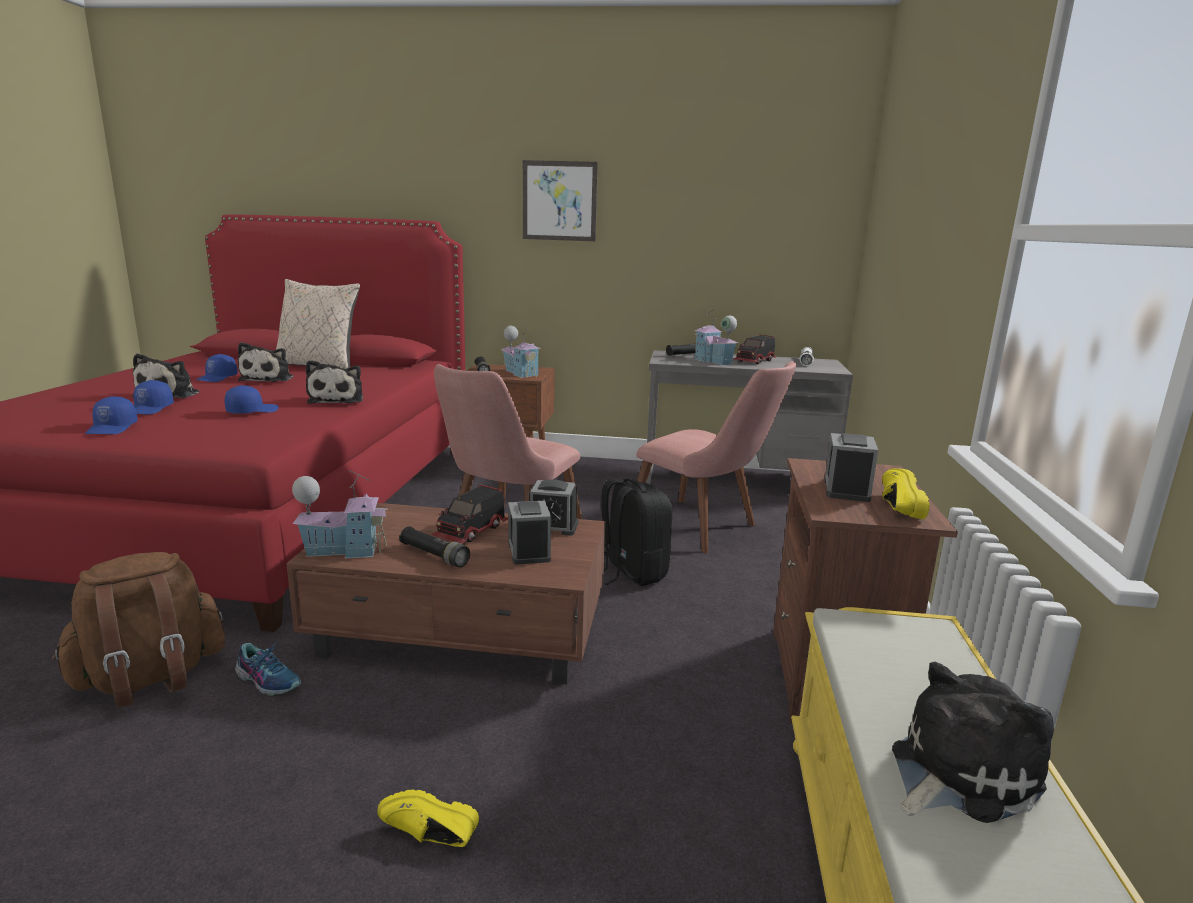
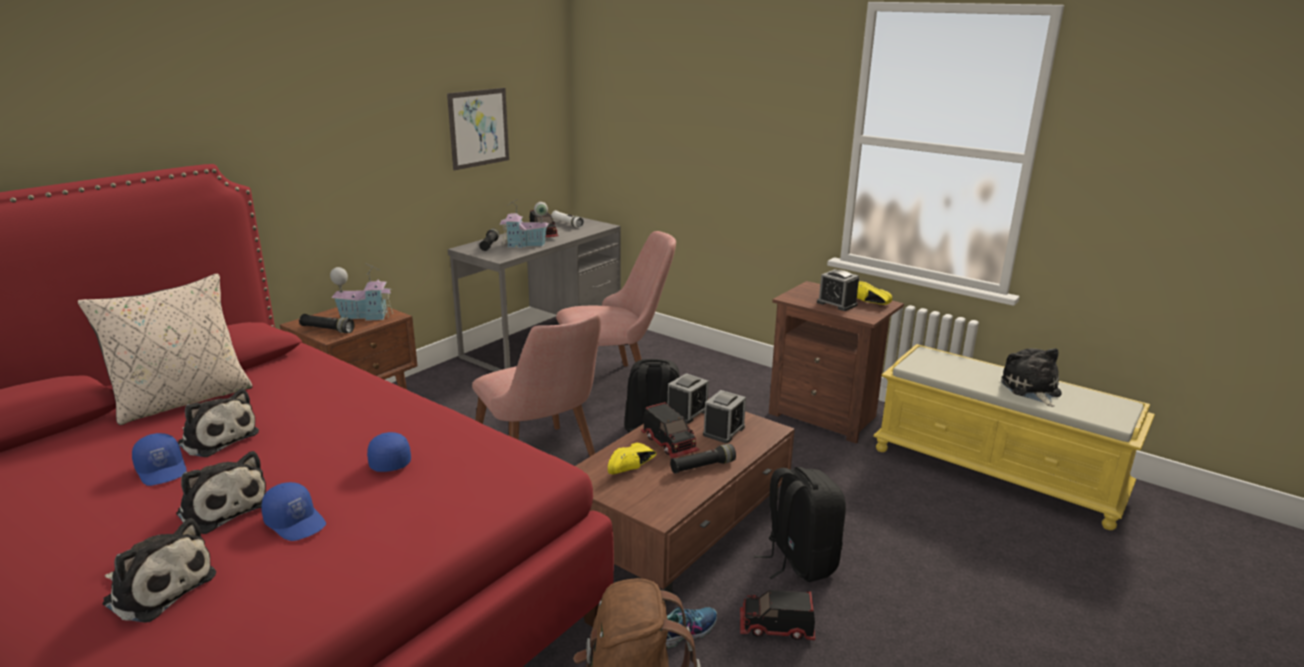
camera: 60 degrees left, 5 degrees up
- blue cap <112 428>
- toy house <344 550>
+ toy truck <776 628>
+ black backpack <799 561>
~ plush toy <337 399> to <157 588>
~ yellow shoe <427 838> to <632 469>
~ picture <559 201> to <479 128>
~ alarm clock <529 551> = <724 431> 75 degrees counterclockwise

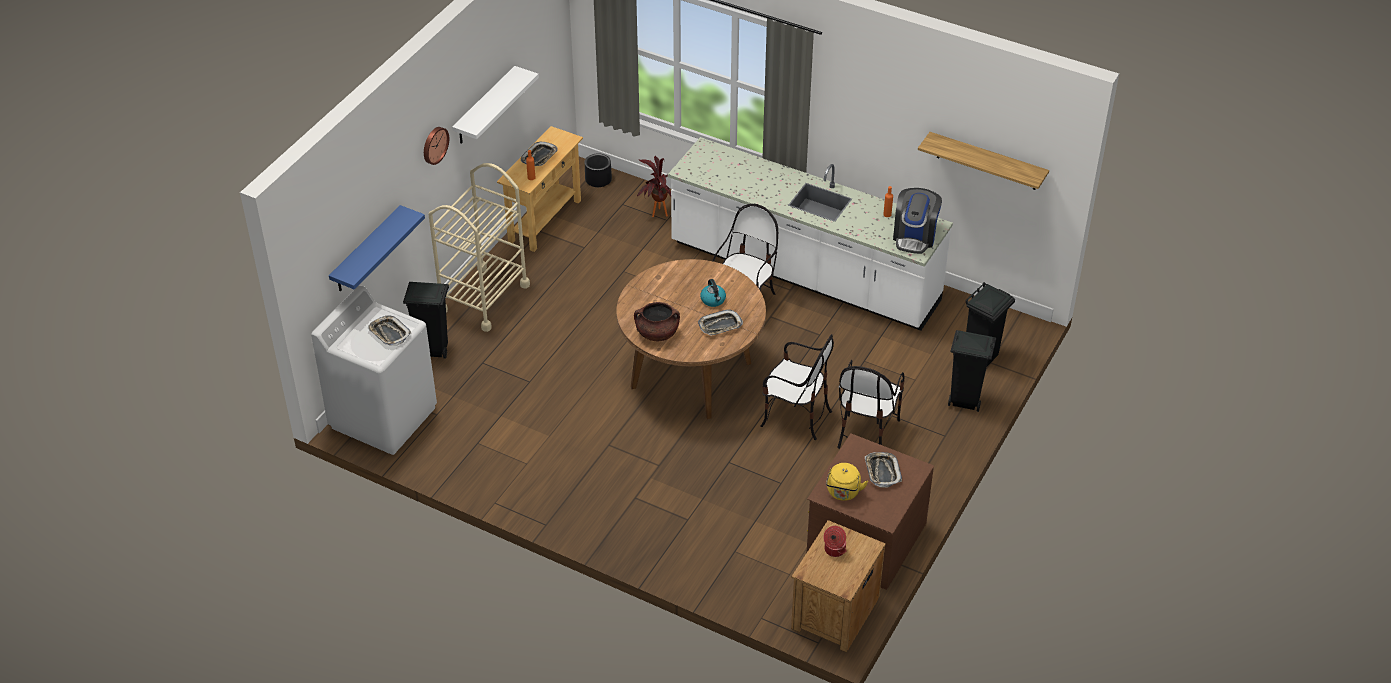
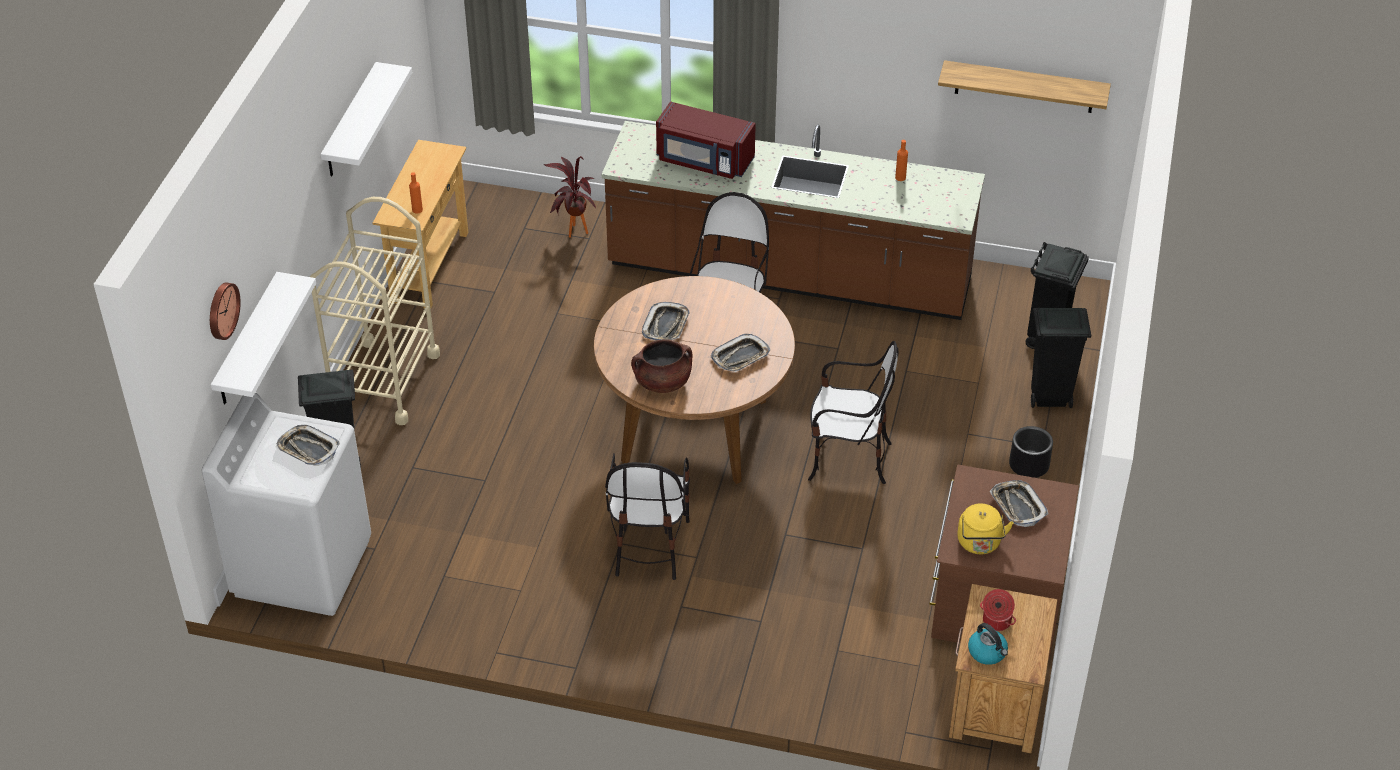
camera: 15 degrees left, 0 degrees up
- coffee machine <914 236>
+ red microwave <704 161>
~ wall clock <434 145> to <221 310>
~ tray <539 157> to <666 325>
~ black planter <598 180> to <1029 465>
~ kettle <713 300> to <987 652>
~ chair <866 432> to <648 546>
~ blue shelf <366 250> to white shelf <247 341>
~ white counter <804 274> to brown counter <789 276>

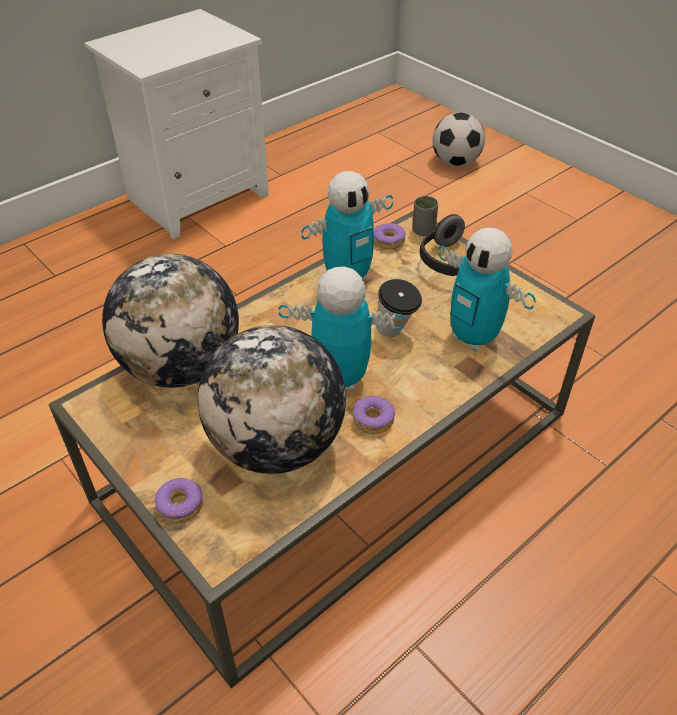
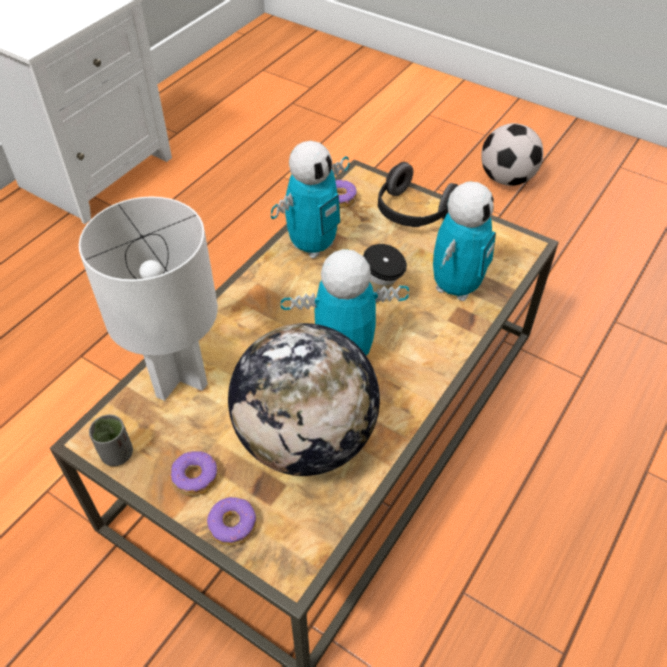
camera: 15 degrees left, 5 degrees up
~ donut <373 419> to <195 477>
~ grey cup <423 231> to <117 454>
~ football <455 162> to <506 179>
~ globe <182 367> to white table lamp <178 377>
~ toy robot <473 338> = <456 287> 90 degrees counterclockwise

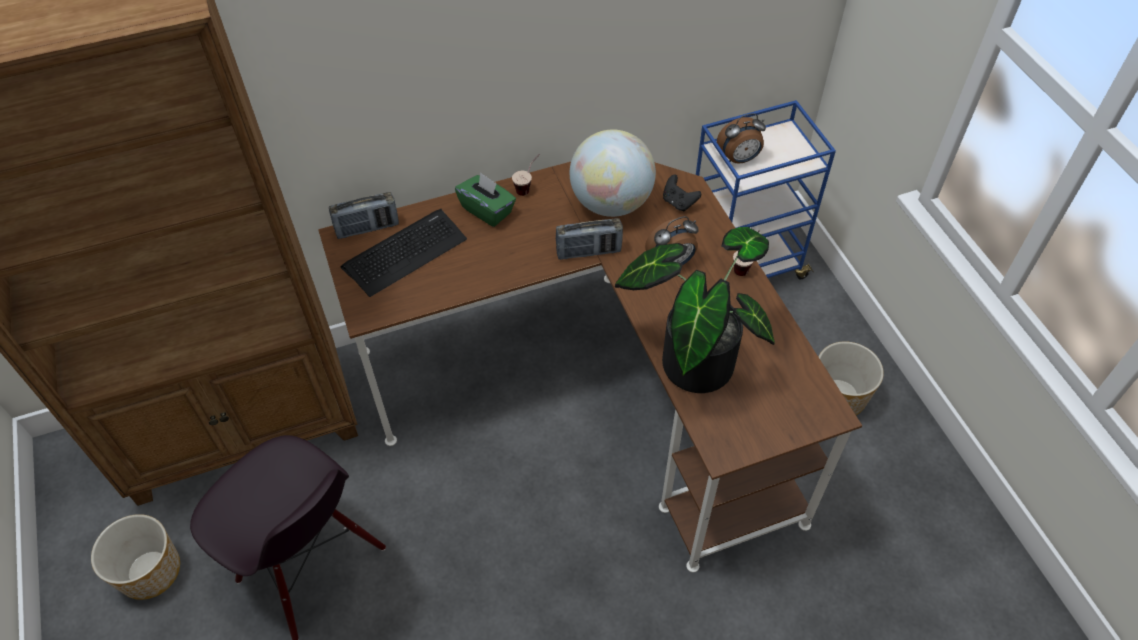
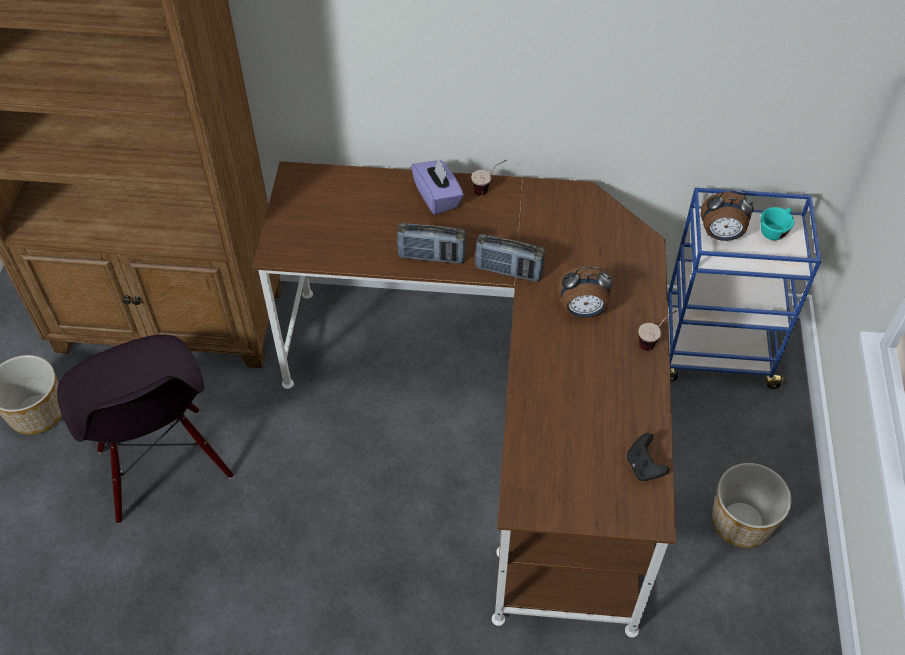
camera: 25 degrees right, 0 degrees up
- keyboard <405 252>
- globe <611 203>
- potted plant <692 357>
+ turquoise cup <774 230>
~ radio <367 228> to <431 256>
~ black game controller <678 202> to <644 467>
~ green tissue box <487 210> to purple tissue box <438 197>

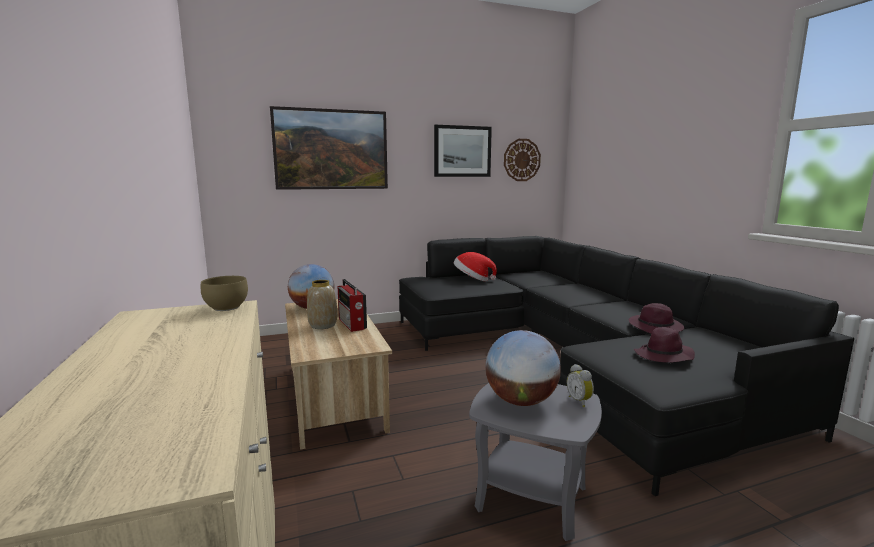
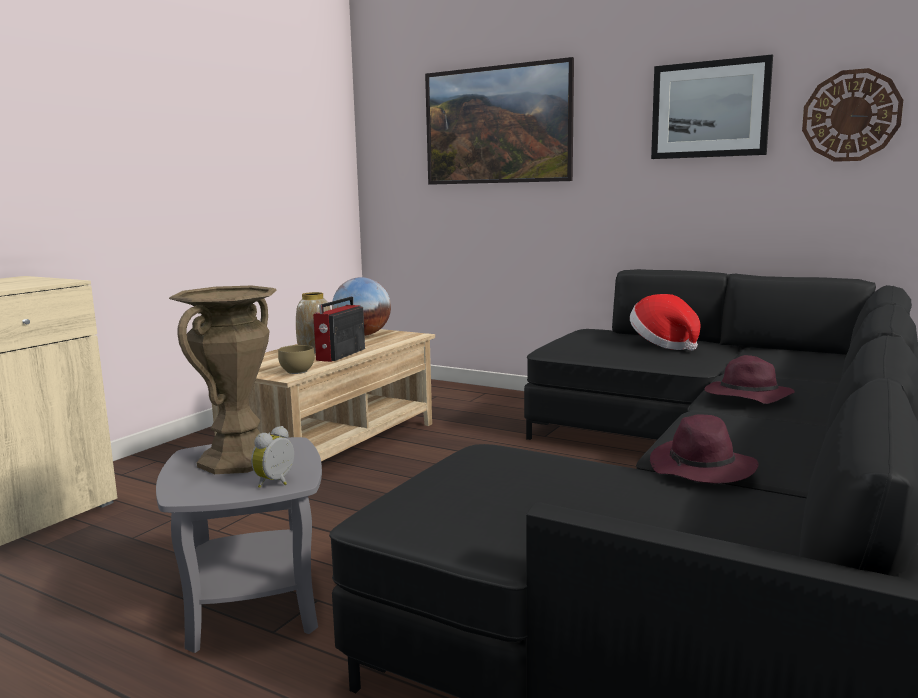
camera: 50 degrees right, 0 degrees up
~ brown bowl <228 308> to <297 372>
~ purple hat <663 356> to <746 397>
~ globe <521 401> to brown vase <239 459>

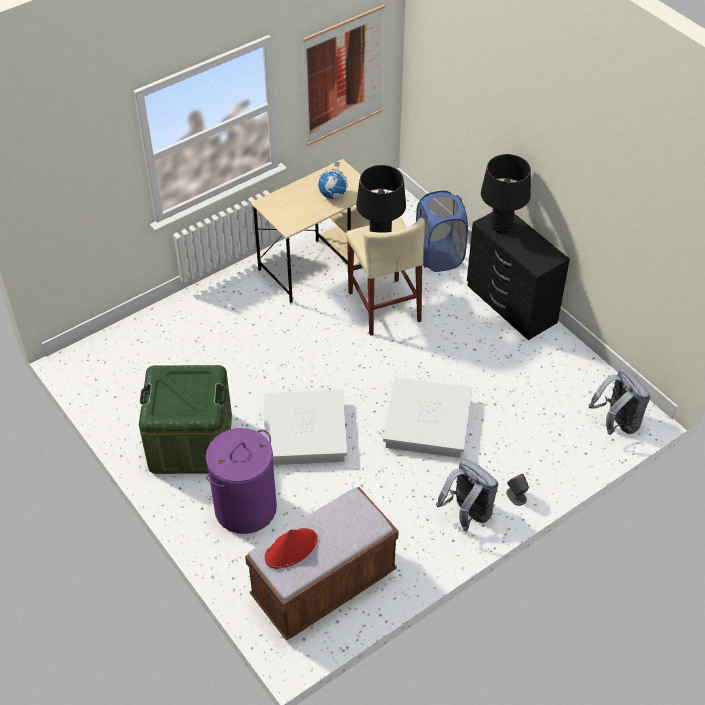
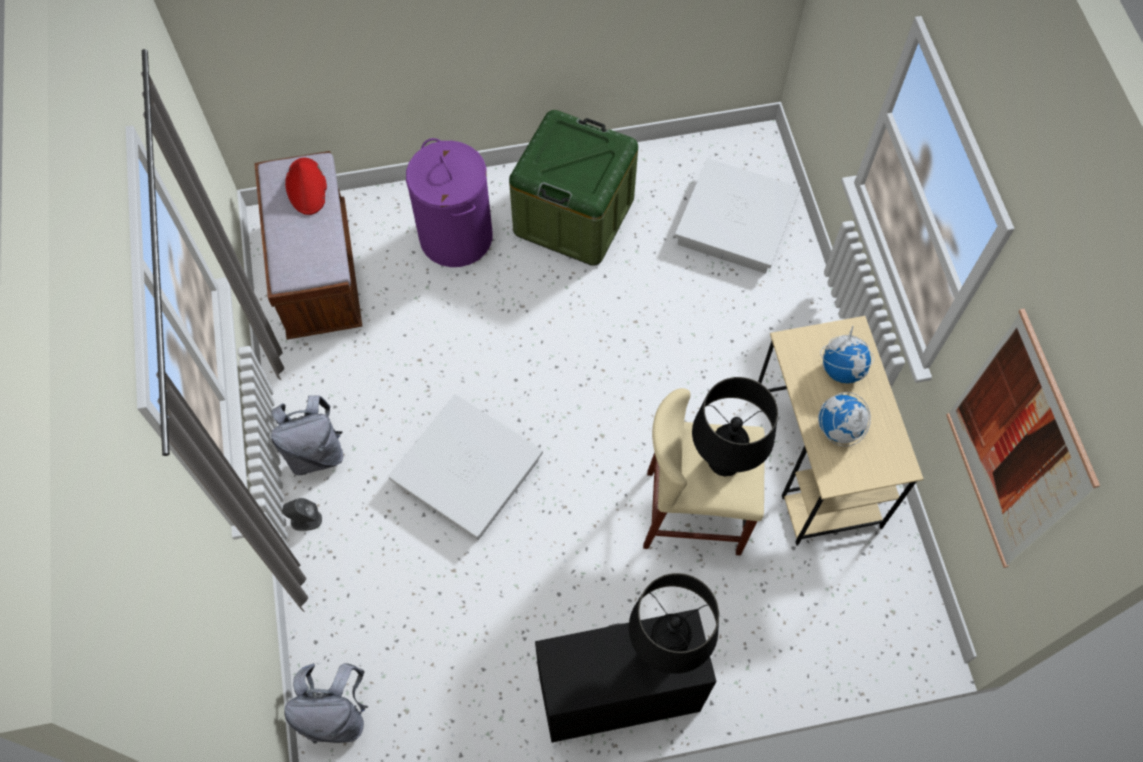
camera: 115 degrees right, 15 degrees up
- blue laundry basket <439 256>
+ globe <842 369>
~ white storage box <305 432> to <736 223>

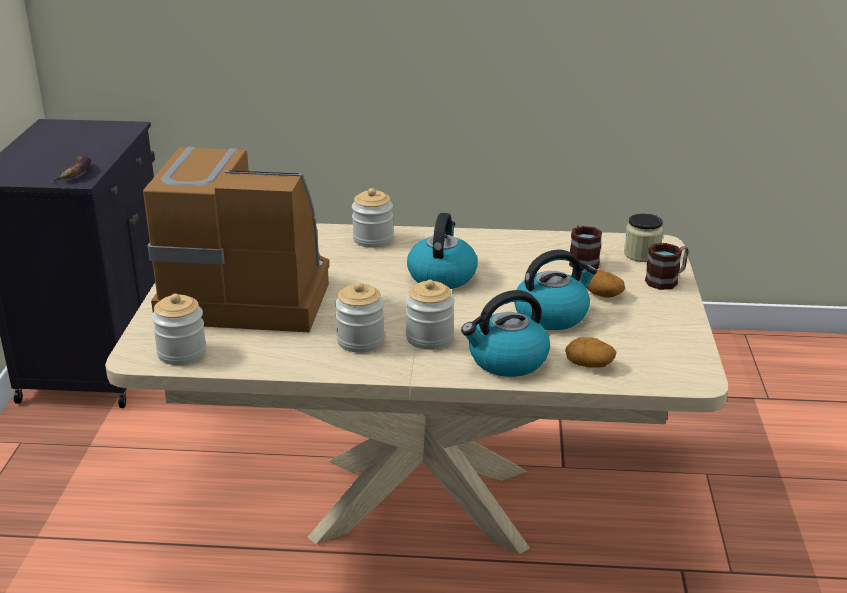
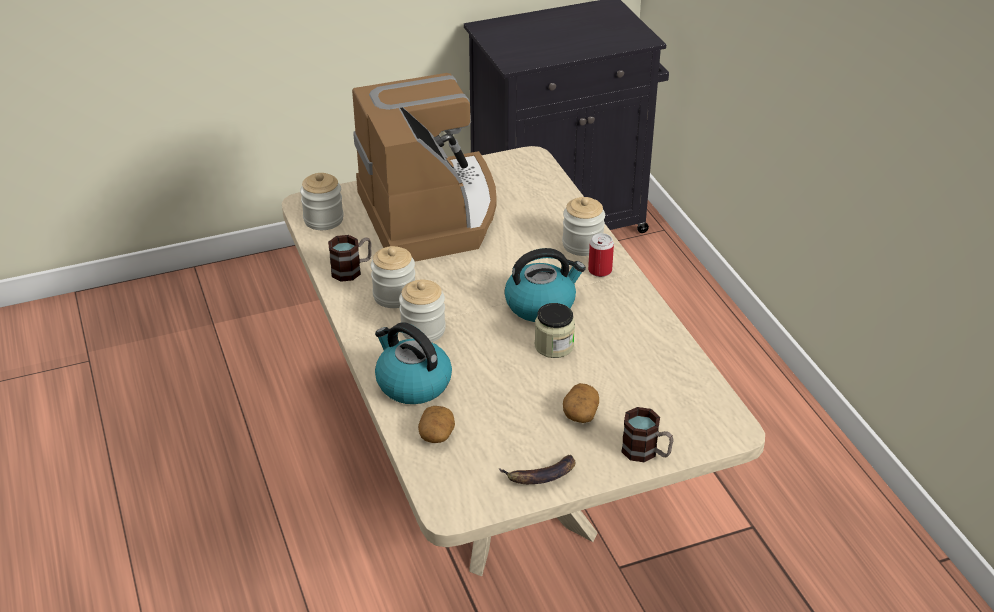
camera: 65 degrees right, 10 degrees up
- kettle <552 315>
+ can <600 270>
~ banana <75 173> to <540 475>
~ mug <582 261> to <352 269>
~ jar <642 254> to <554 346>

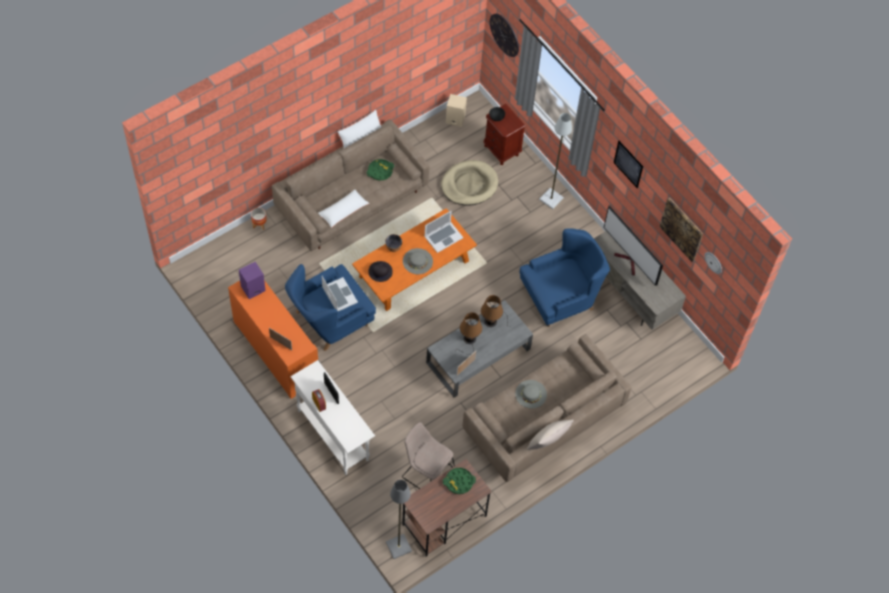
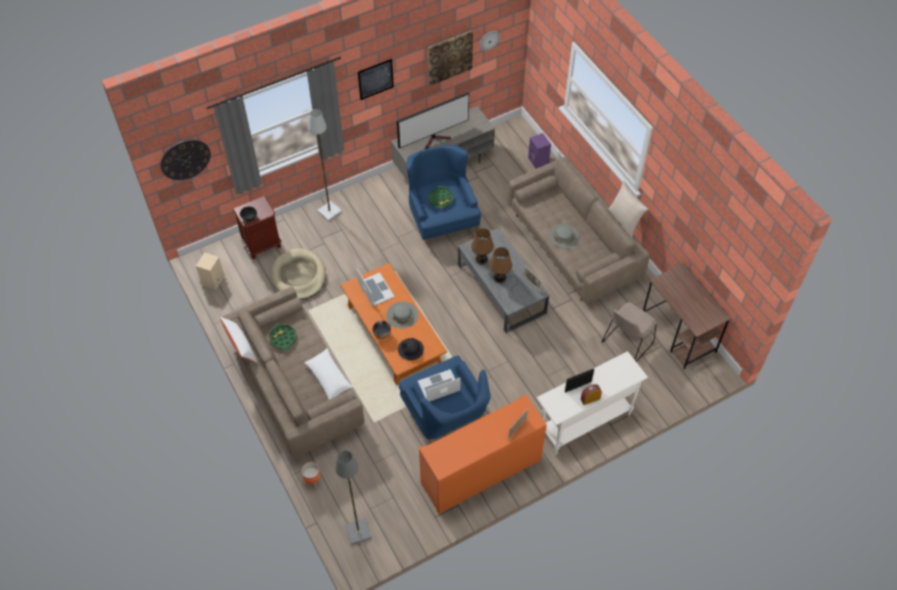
camera: 80 degrees left, 5 degrees down
~ purple speaker <253 289> to <539 161>
~ grey floor lamp <398 547> to <359 532>
~ green tray <459 482> to <441 199>

